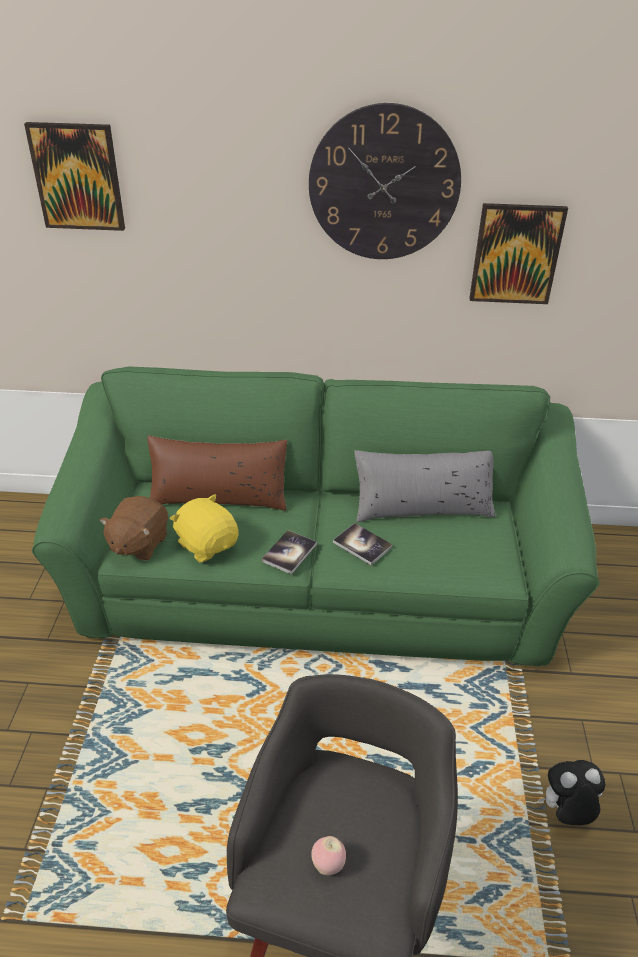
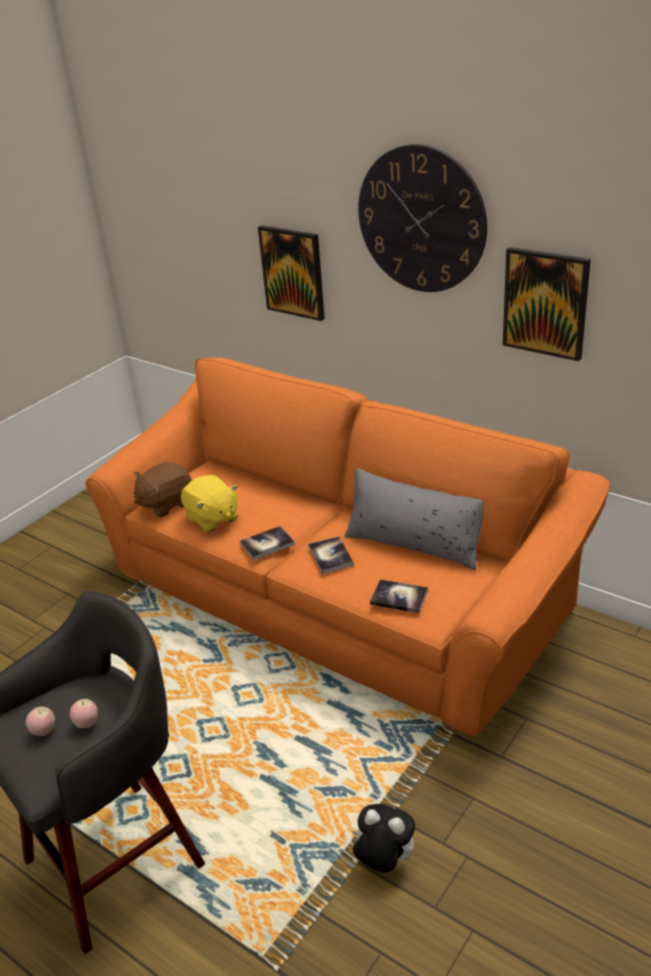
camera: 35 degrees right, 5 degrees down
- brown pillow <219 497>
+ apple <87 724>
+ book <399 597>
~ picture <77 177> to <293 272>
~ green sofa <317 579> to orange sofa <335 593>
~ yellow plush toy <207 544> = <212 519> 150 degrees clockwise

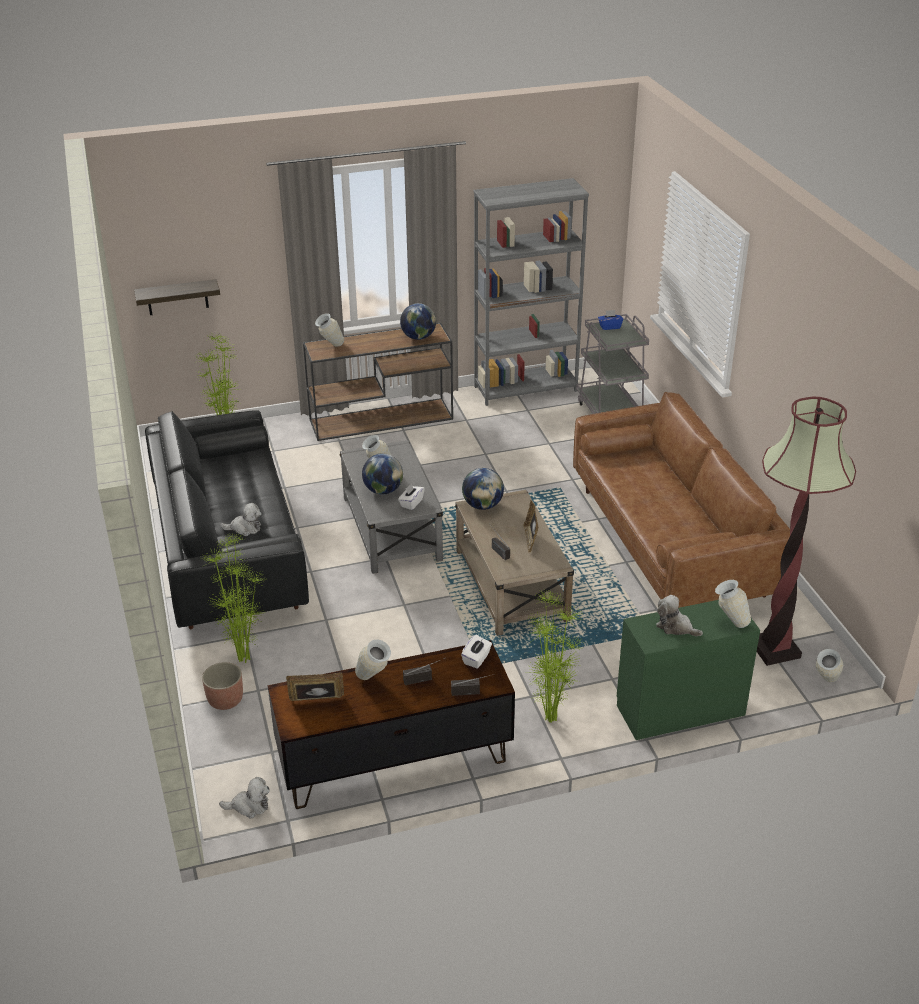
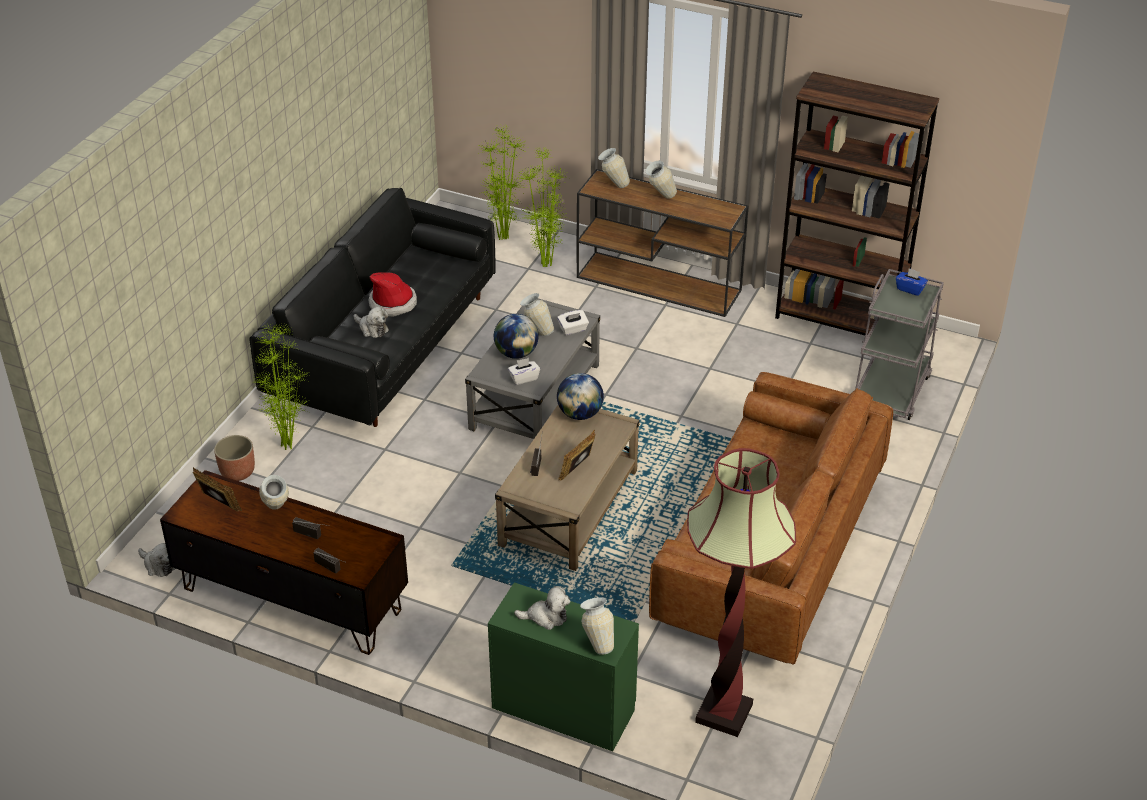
camera: 40 degrees right, 5 degrees up
- shelf <177 297>
- globe <418 337>
+ hat <393 303>
~ white tissue box <477 659> to <573 329>
~ potted plant <548 718> to <545 264>
~ vase <824 685> to <659 197>
~ grey bookcase <526 388> to brown bookcase <839 319>
~ plush toy <675 627> = <546 617> 105 degrees clockwise

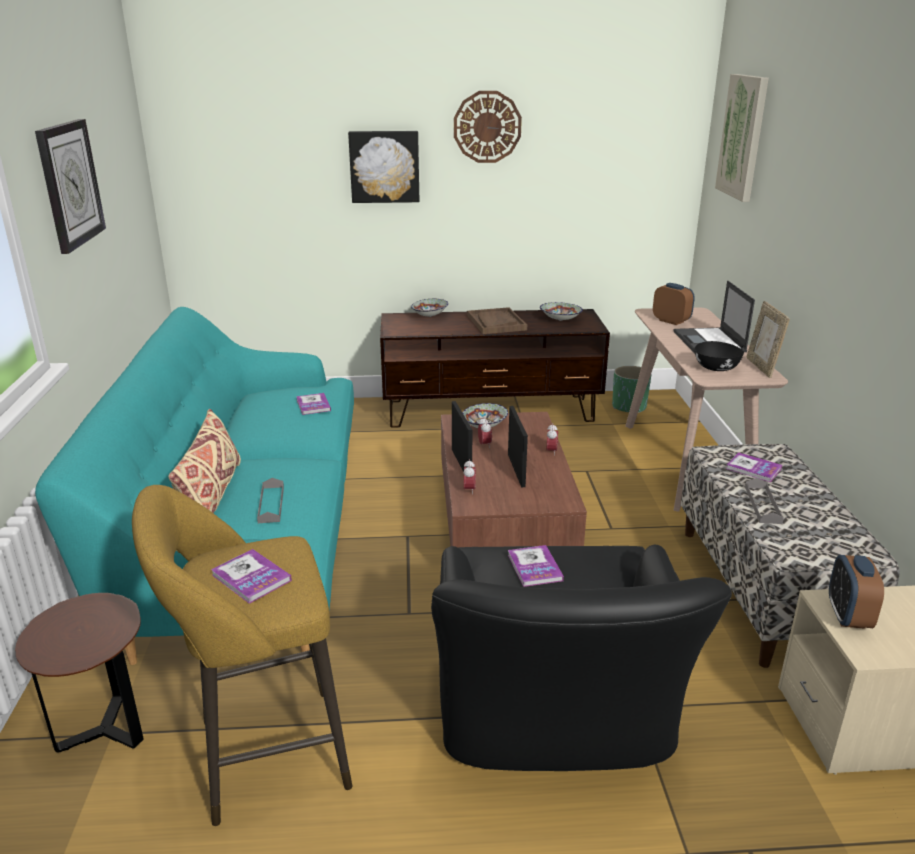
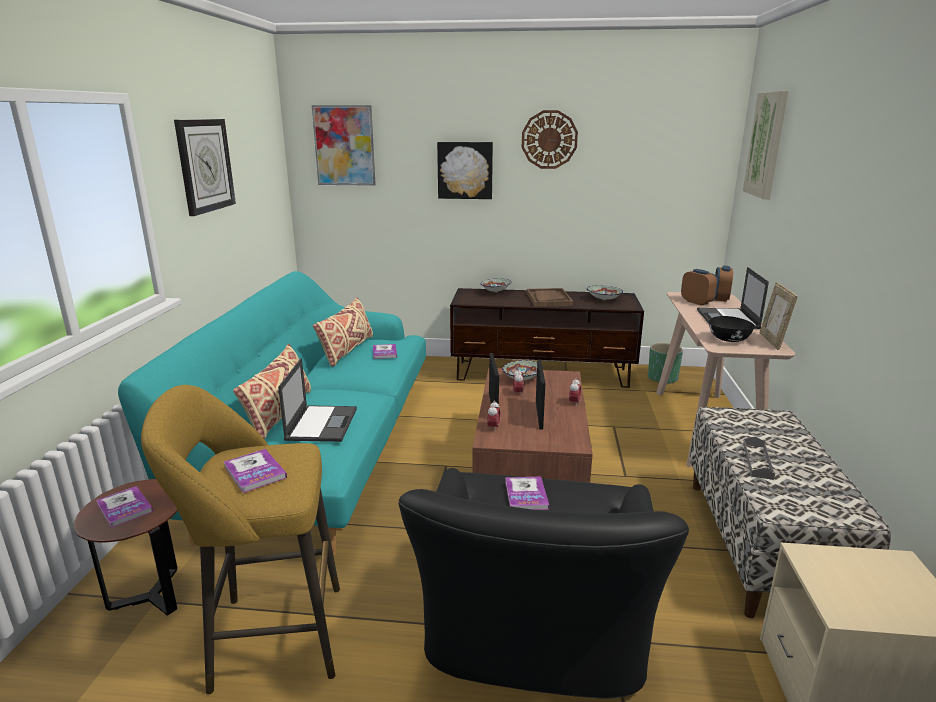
camera: 10 degrees right, 5 degrees down
+ picture <344 145>
+ beige pillow <347 350>
~ book <753 468> to <124 508>
~ alarm clock <848 616> to <720 298>
~ grey tray <271 504> to laptop <322 423>

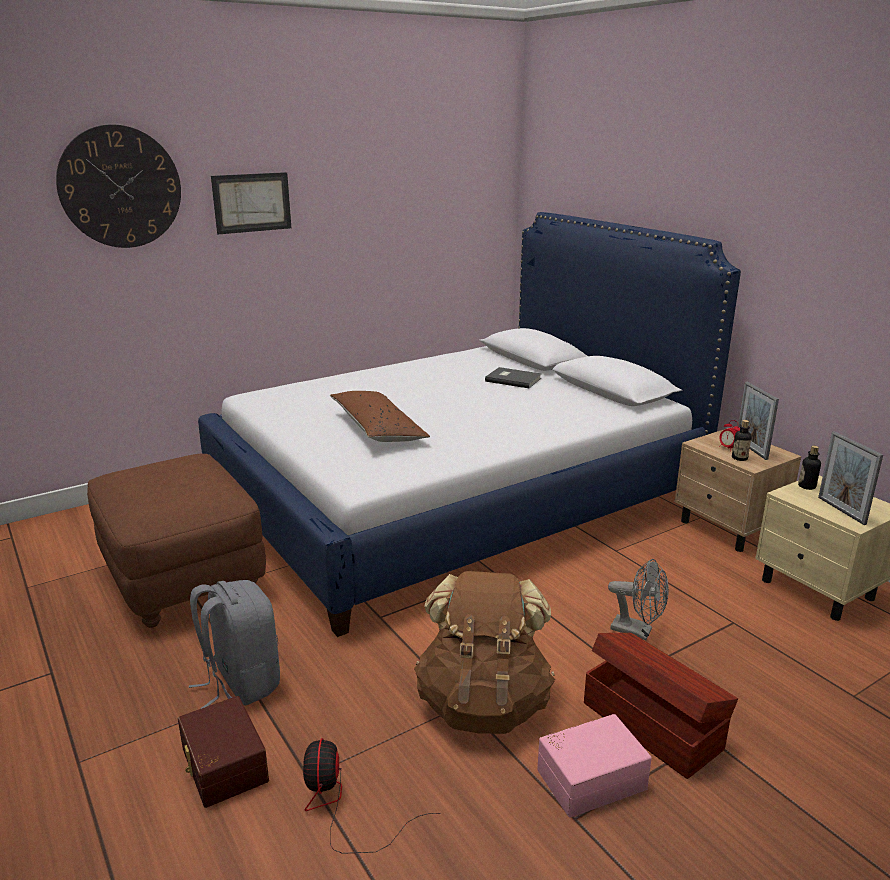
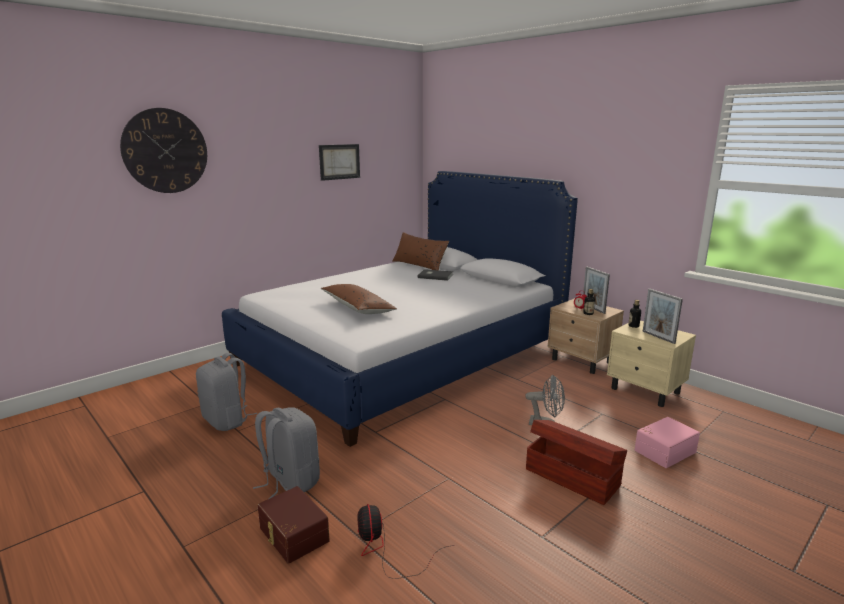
camera: 10 degrees left, 5 degrees down
- brown backpack <484 704>
+ brown pillow <419 265>
~ picture <252 202> to <339 162>
~ pink storage box <590 777> to <663 450>
~ brown ottoman <183 578> to grey backpack <227 421>

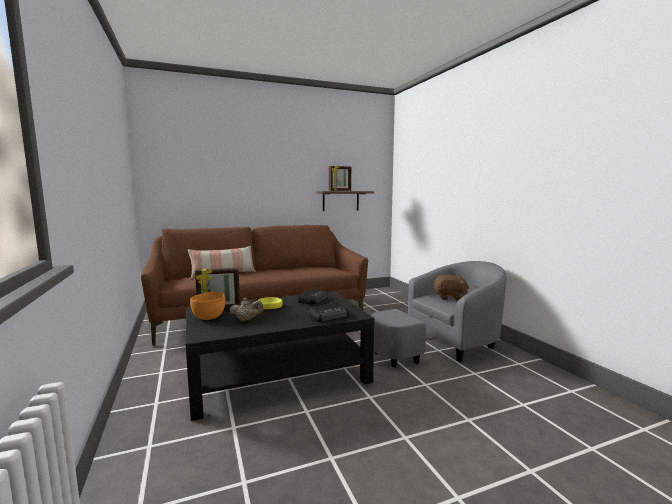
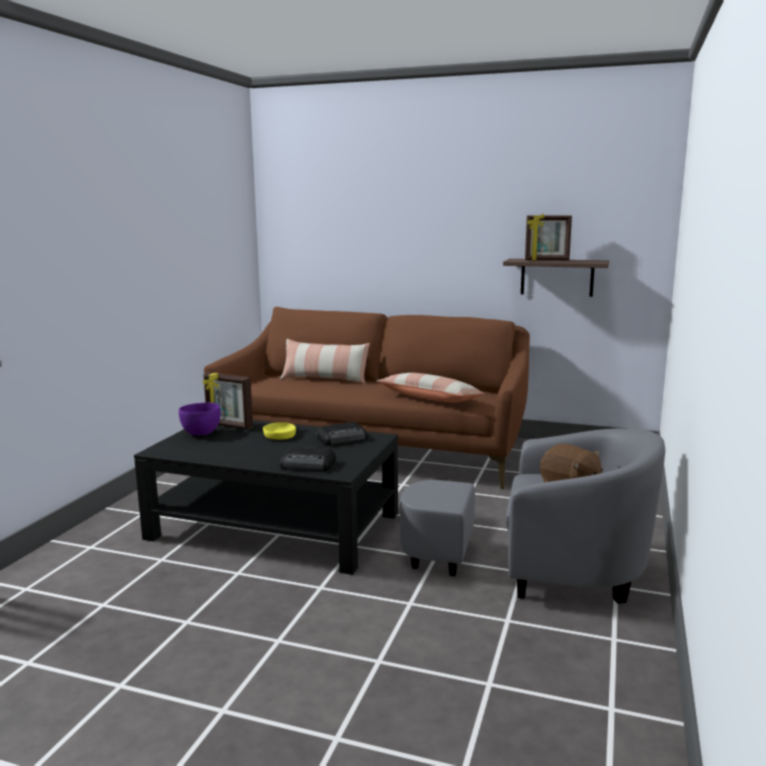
camera: 40 degrees right, 5 degrees up
- beige teapot <246 320>
+ pillow <430 398>
~ orange bowl <209 318> to purple bowl <201 433>

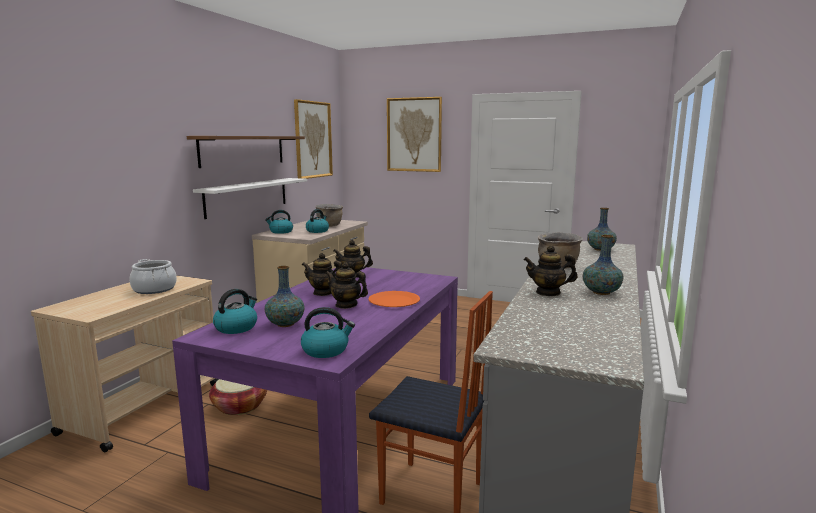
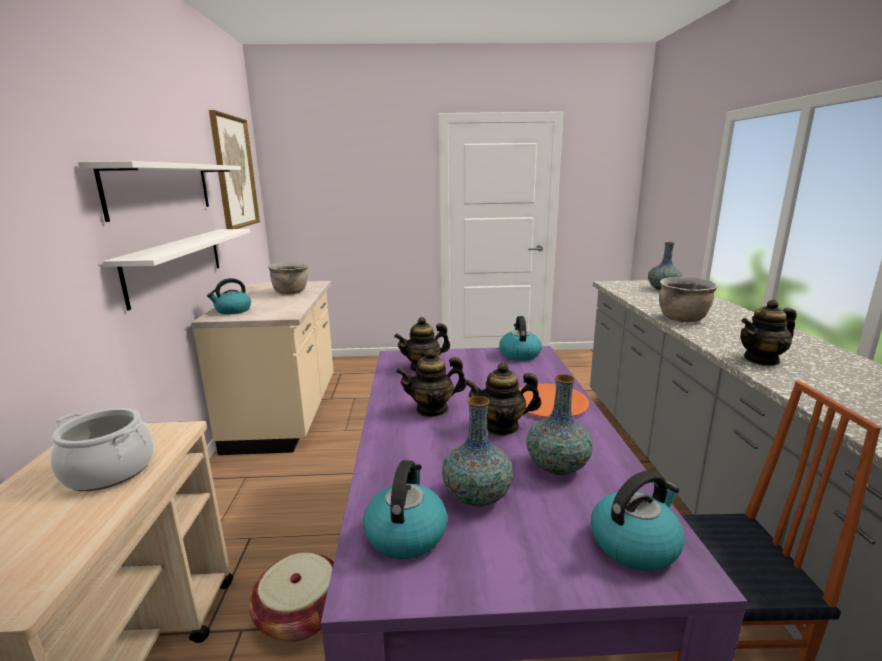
camera: 25 degrees left, 5 degrees up
- picture <414 135>
~ kettle <317 231> to <519 354>
~ vase <601 292> to <557 467>
~ brown shelf <243 150> to white shelf <162 189>

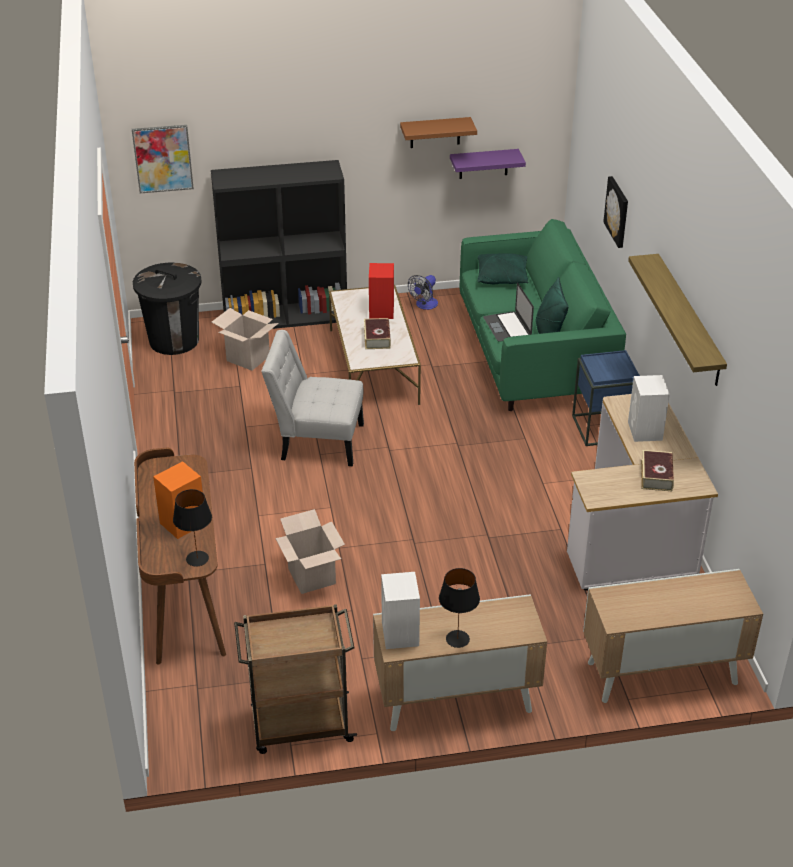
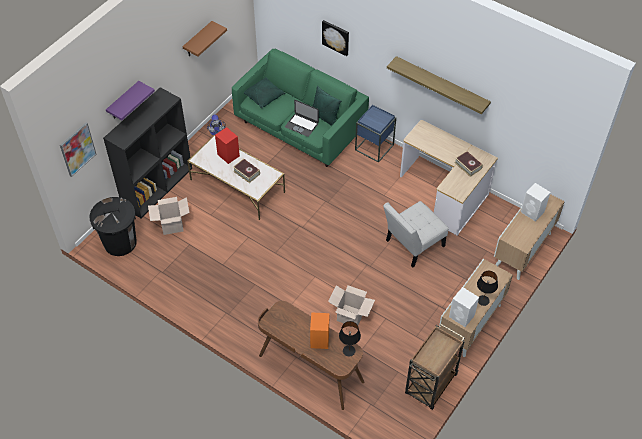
camera: 45 degrees left, 15 degrees up
~ white chair <317 441> to <412 245>
~ purple shelf <483 164> to <123 101>
~ white speaker <645 431> to <533 212>

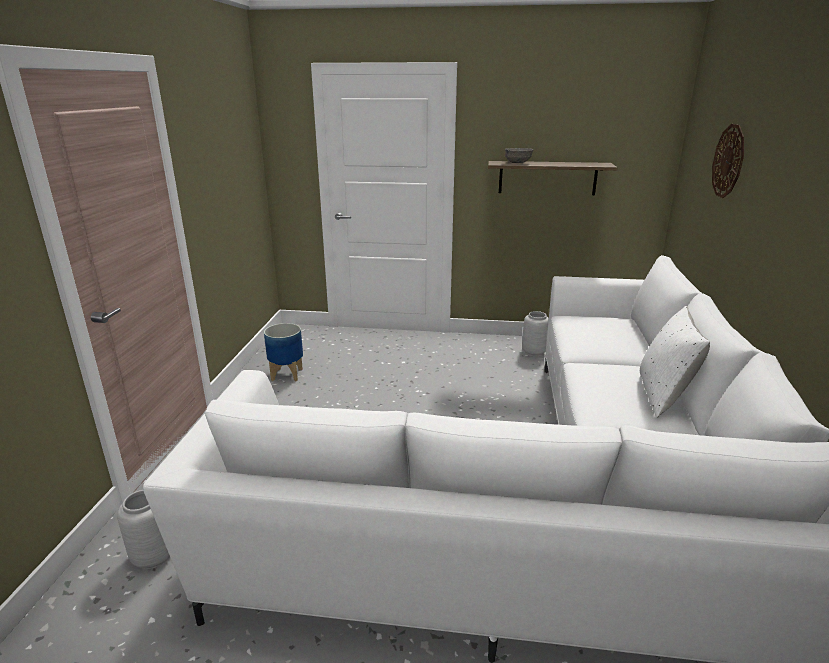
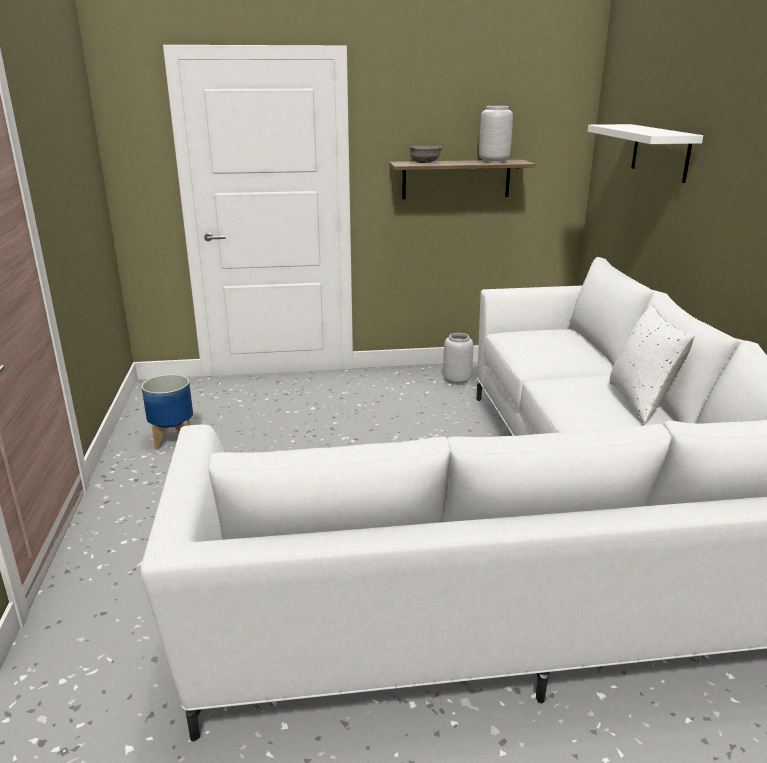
camera: 15 degrees left, 0 degrees up
~ grey vase <155 557> to <494 161>
~ wall clock <728 161> to white shelf <660 152>

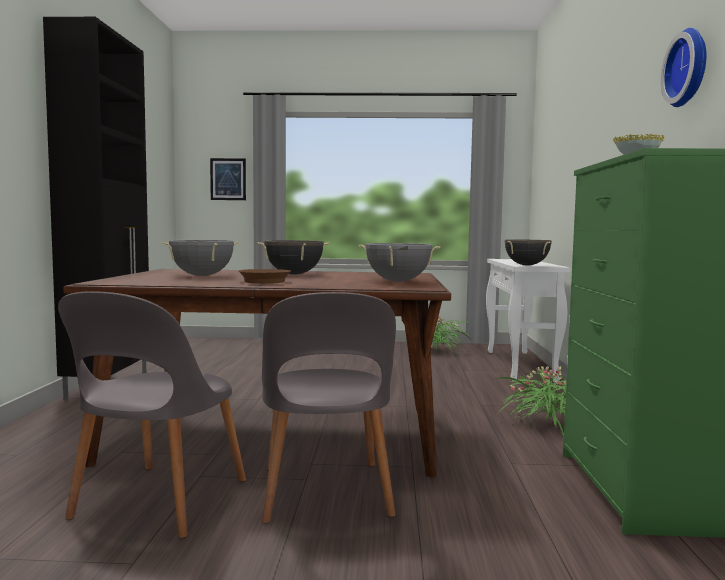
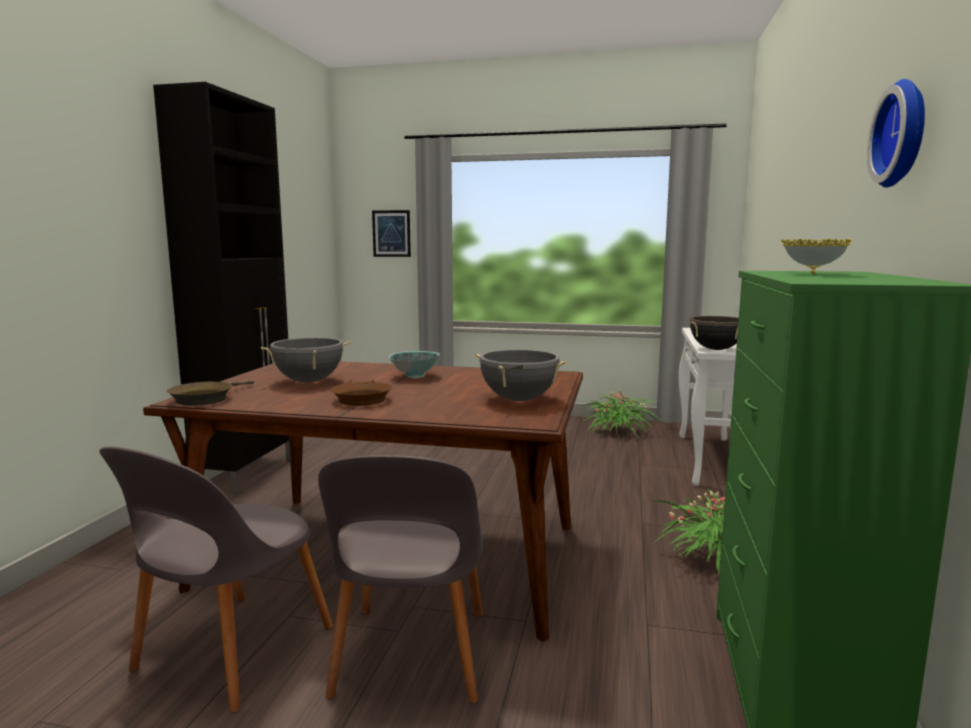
camera: 10 degrees right, 5 degrees up
+ brown frying pan <205 399>
~ black cooking pot <294 274> to bowl <415 376>

